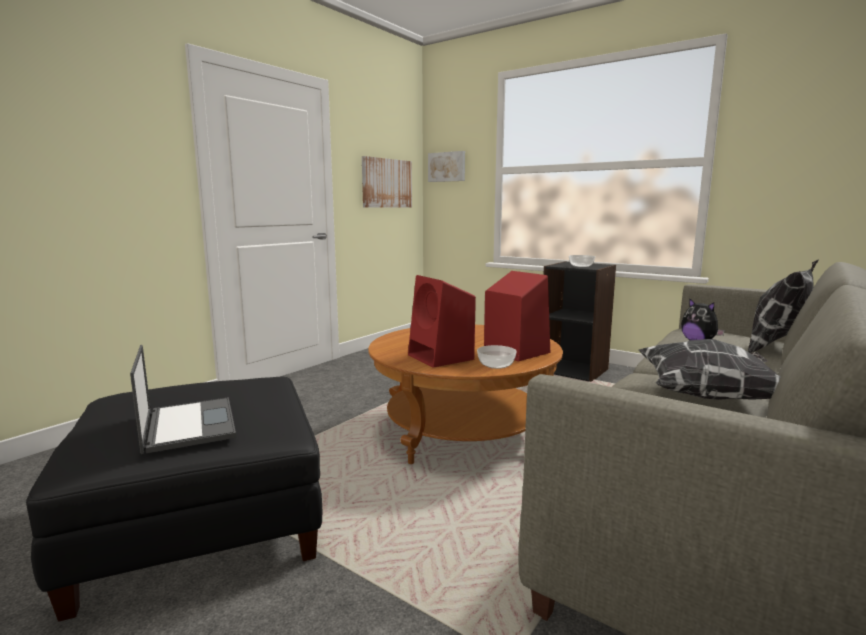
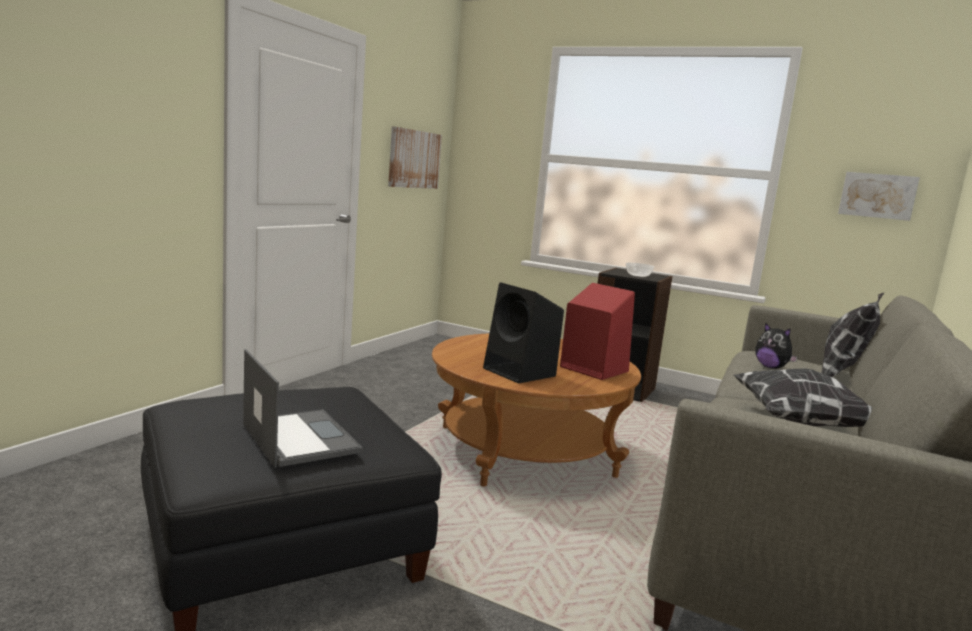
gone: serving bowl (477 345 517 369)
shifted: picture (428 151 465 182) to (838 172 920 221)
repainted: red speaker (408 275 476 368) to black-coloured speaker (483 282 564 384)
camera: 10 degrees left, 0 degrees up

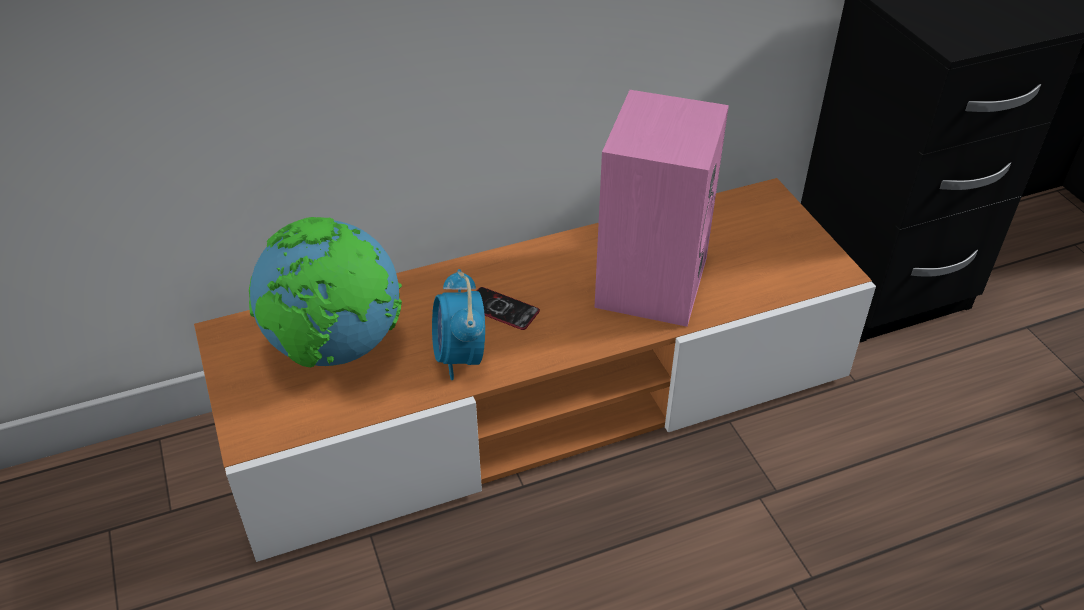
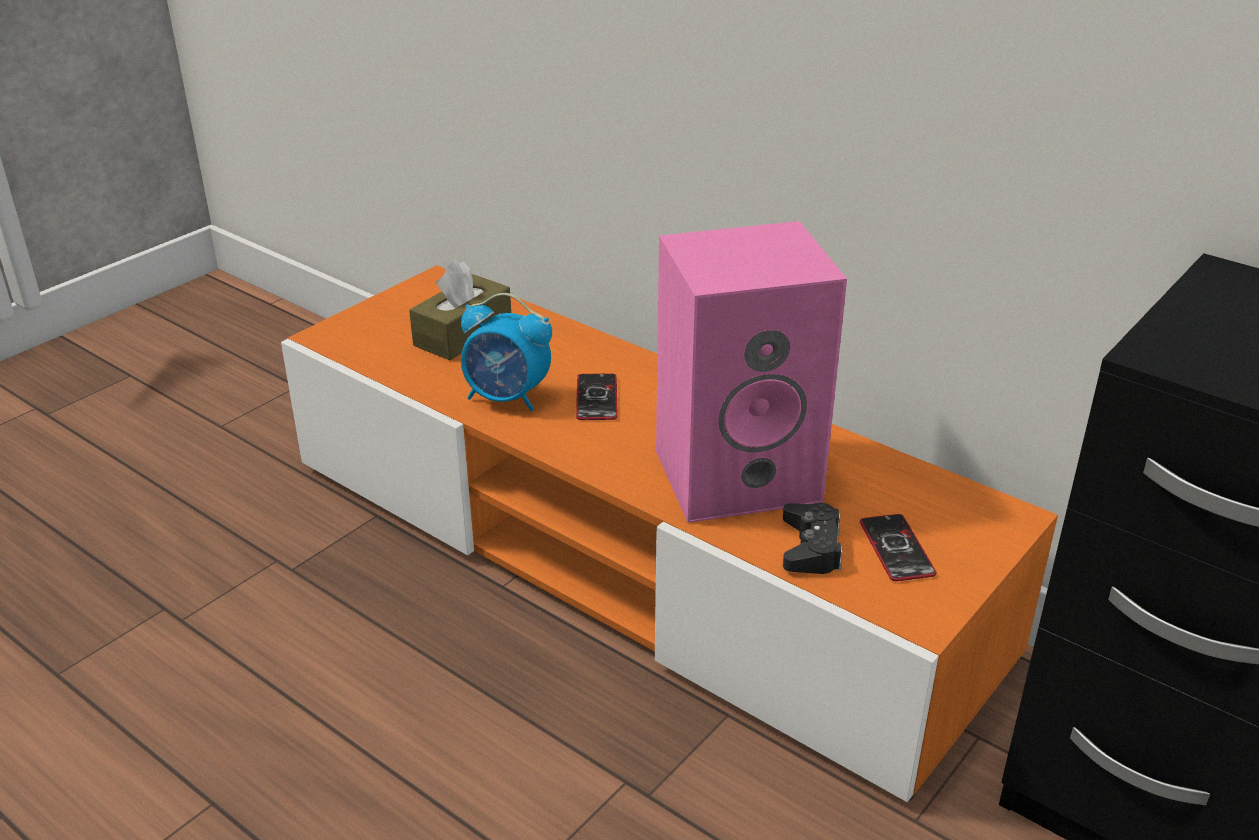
new: black-coloured game controller (783 503 842 574); phone (860 514 936 581)
swapped: world globe (249 217 402 367) to brownish box of tissues (409 260 511 360)
rotated: bedside clock (432 269 485 380) = (461 293 552 411) 120 degrees counterclockwise
camera: 60 degrees right, 10 degrees down

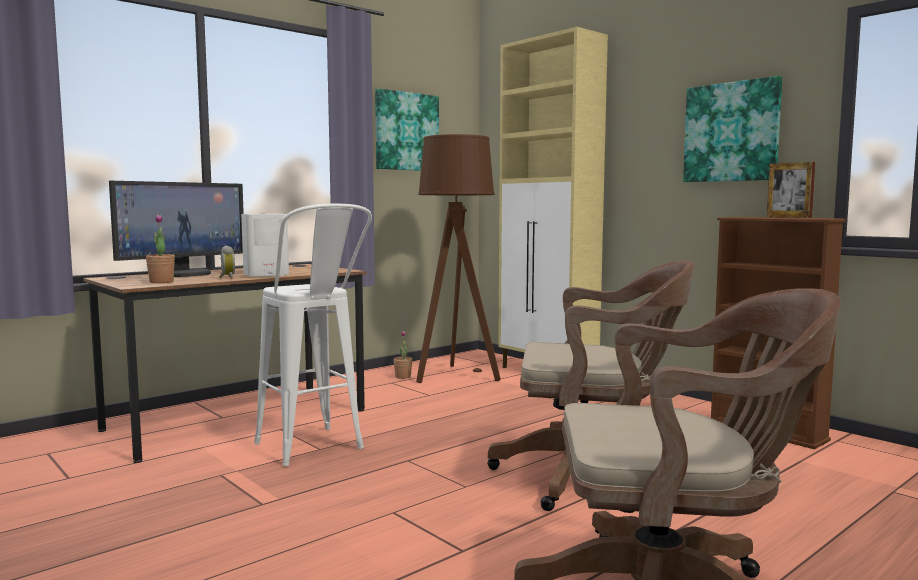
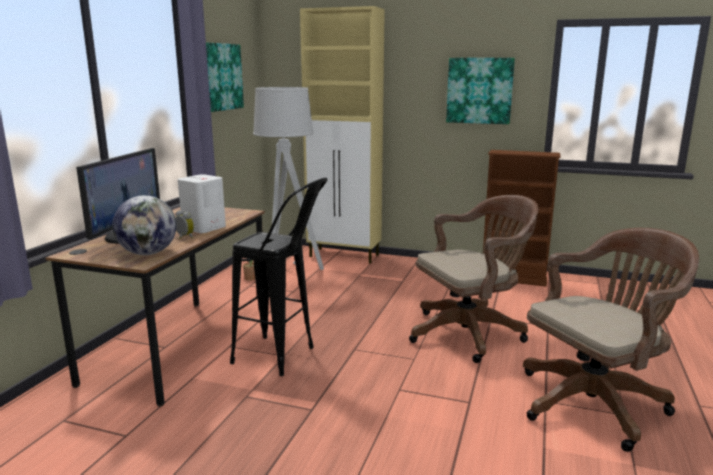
gone: picture frame (767 162 815 218)
swapped: houseplant (146 214 175 283) to world globe (113 195 177 255)
repainted: brownish standing lamp (416 134 501 383) to gray standing lamp (253 87 324 270); whitish sitting stool (254 203 372 466) to black-coloured sitting stool (230 178 327 376)
camera: 30 degrees left, 10 degrees up

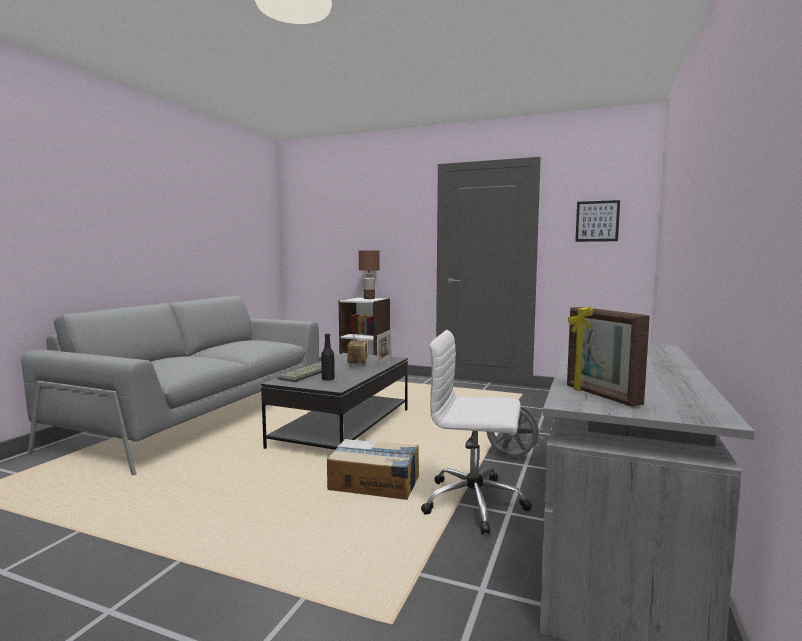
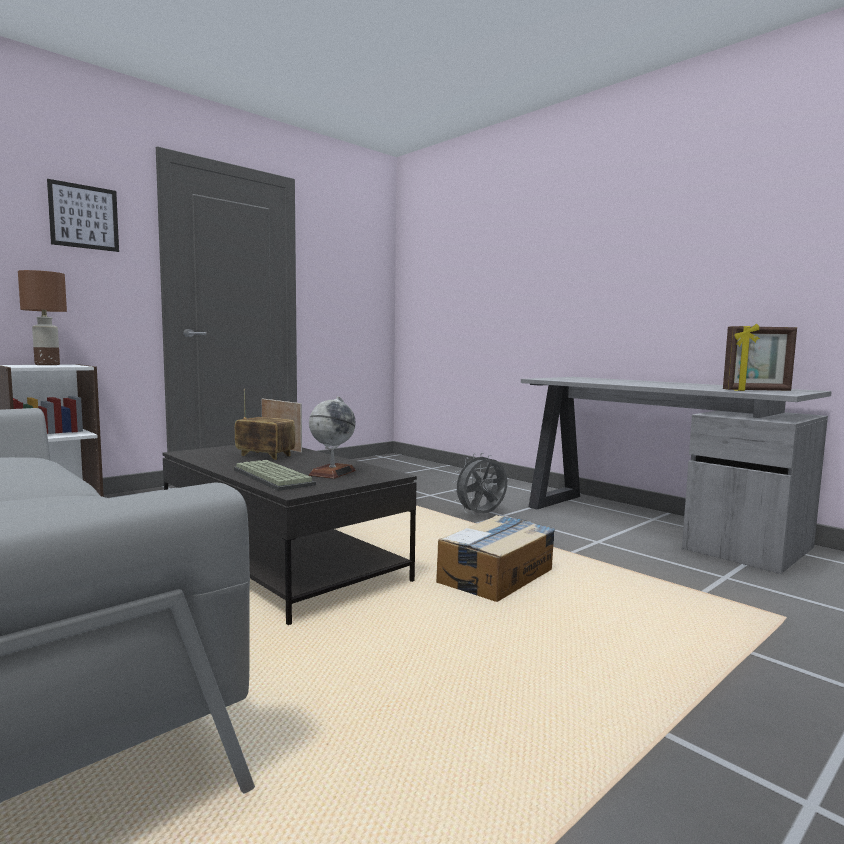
gone: whitish office chair (421 330 532 535)
shifted: picture (575 200 620 242) to (47 179 119 252)
swapped: black-coloured bottle (321 333 335 381) to world globe (309 396 356 479)
camera: 65 degrees left, 0 degrees up

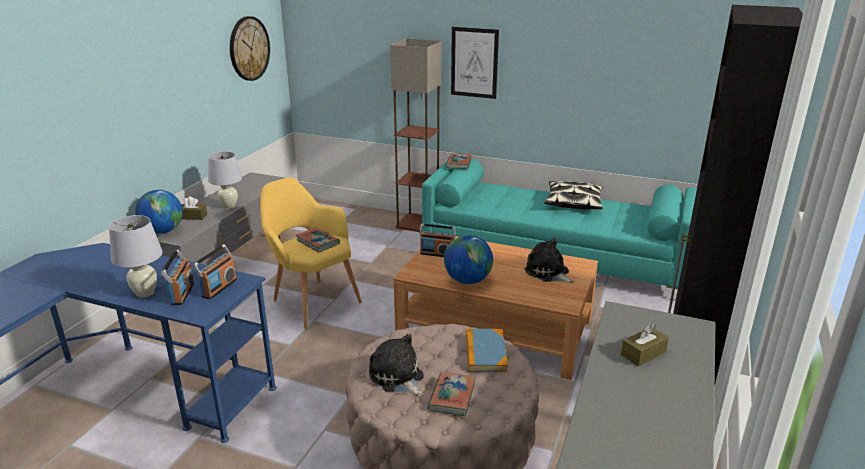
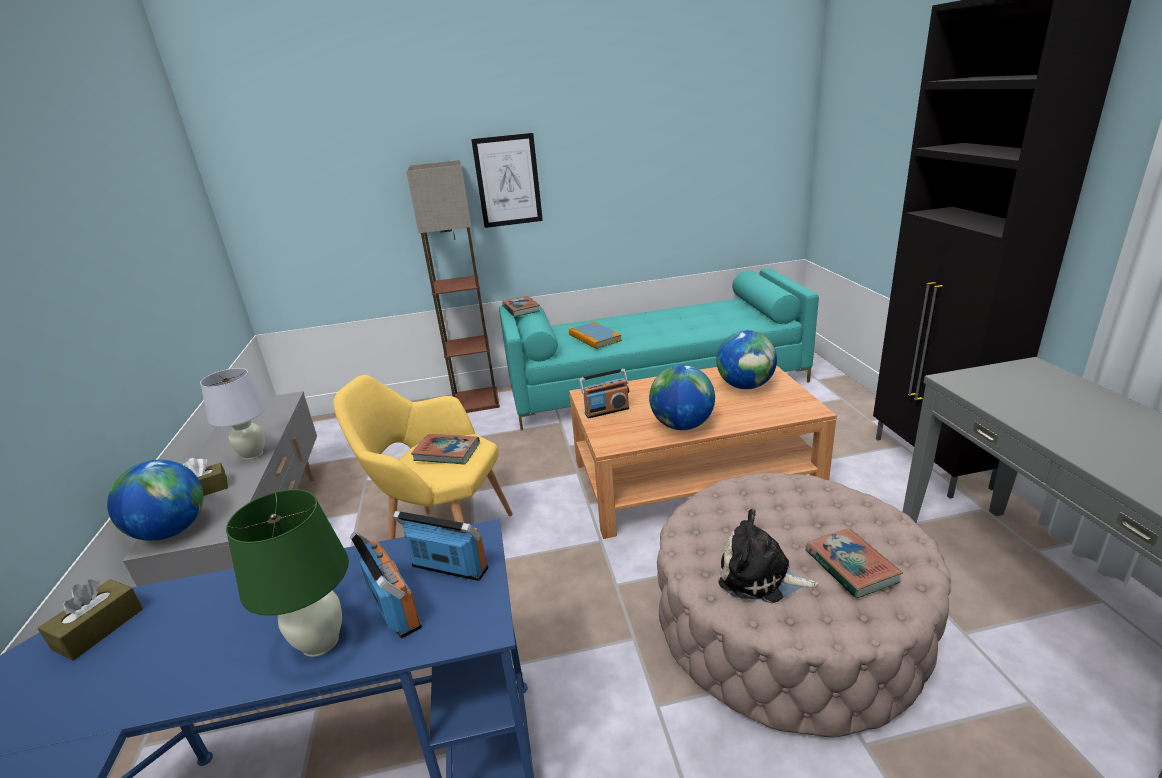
gone: wall clock (230 16 270 81); pillow (544 181 603 209)
shifted: brownish box of tissues (621 324 669 366) to (38 579 143 661); book (466 329 508 372) to (569 322 622 349)
swapped: cuddly toy (525 237 574 283) to world globe (716 330 777 389)
repainted: whitish lamp for a table (109 215 163 298) to greenish lamp for a table (226 489 349 657)
rotated: radio set (192 244 237 299) = (393 511 488 581) 60 degrees counterclockwise
camera: 30 degrees left, 0 degrees up

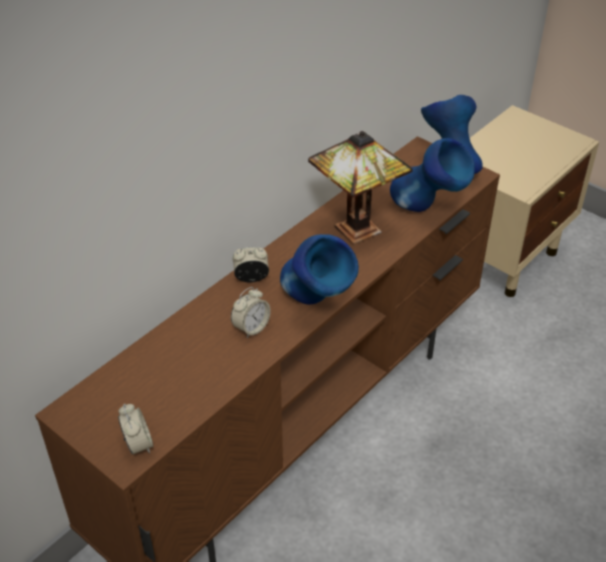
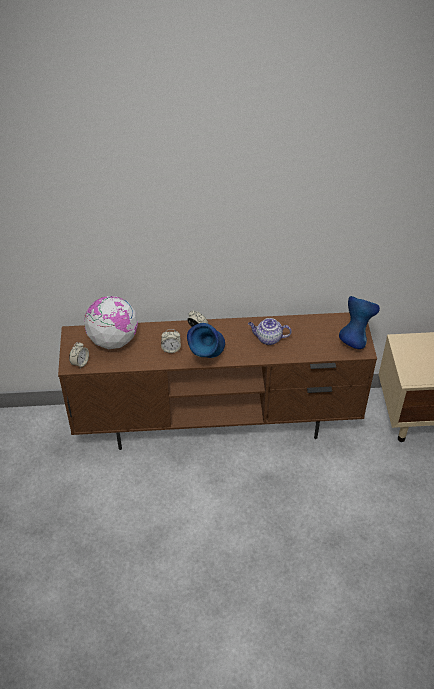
gone: blue decorative vase (390 138 475 212)
new: world globe (84 296 138 349)
swapped: lamp for a table (308 131 413 244) to tea pot (248 318 292 345)
camera: 45 degrees right, 5 degrees up

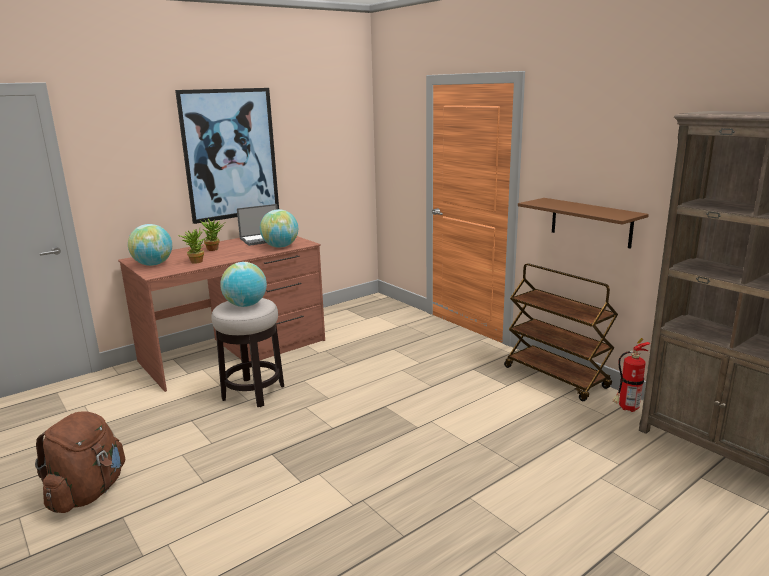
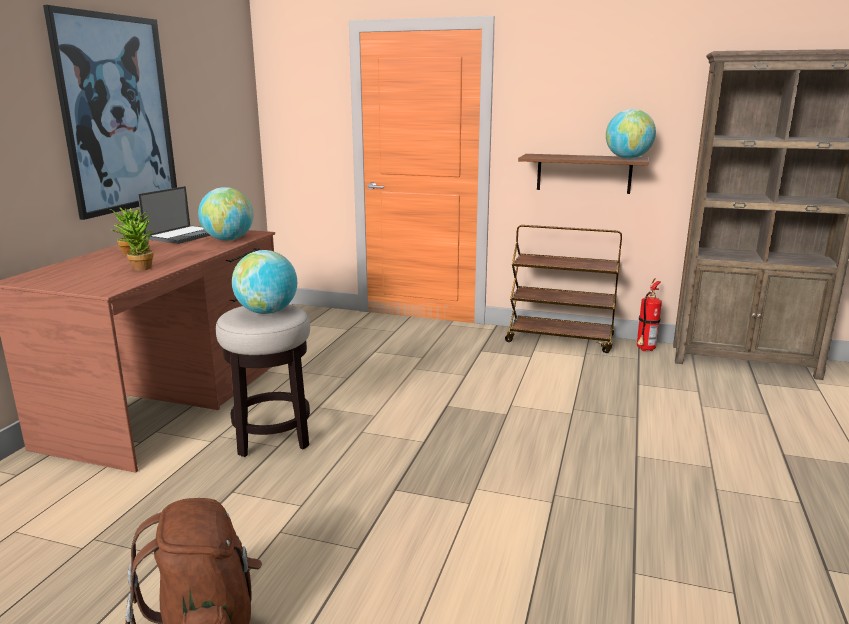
shifted: world globe (128 224 172 266) to (606 109 656 159)
camera: 35 degrees left, 0 degrees up

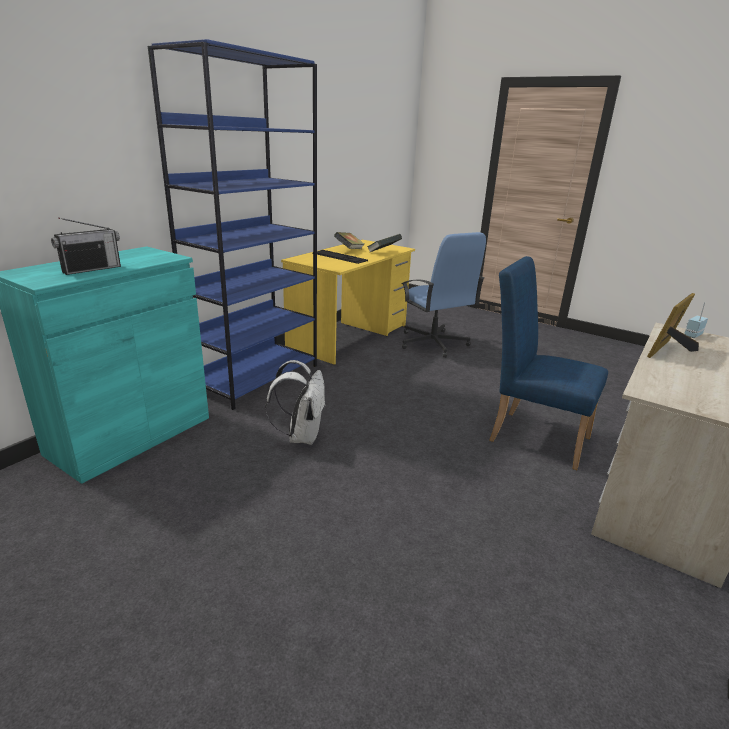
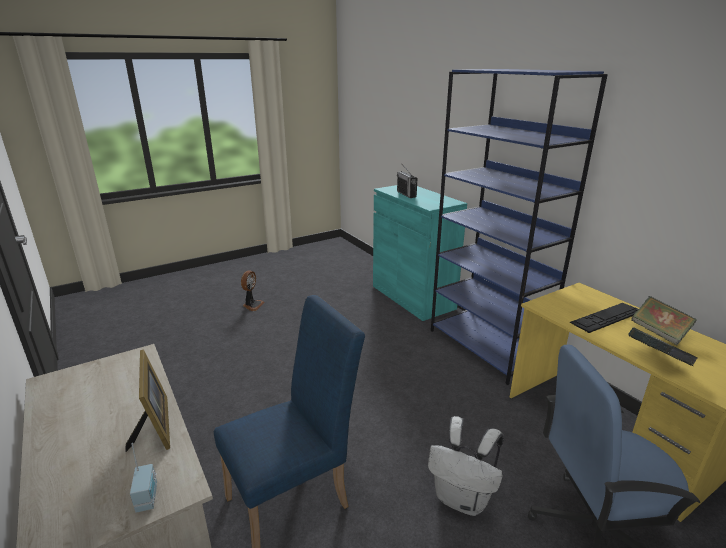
new: cooling fan (241 271 265 311)
shifted: whitish backpack (265 360 326 445) to (428 416 504 516)
camera: 115 degrees right, 0 degrees up

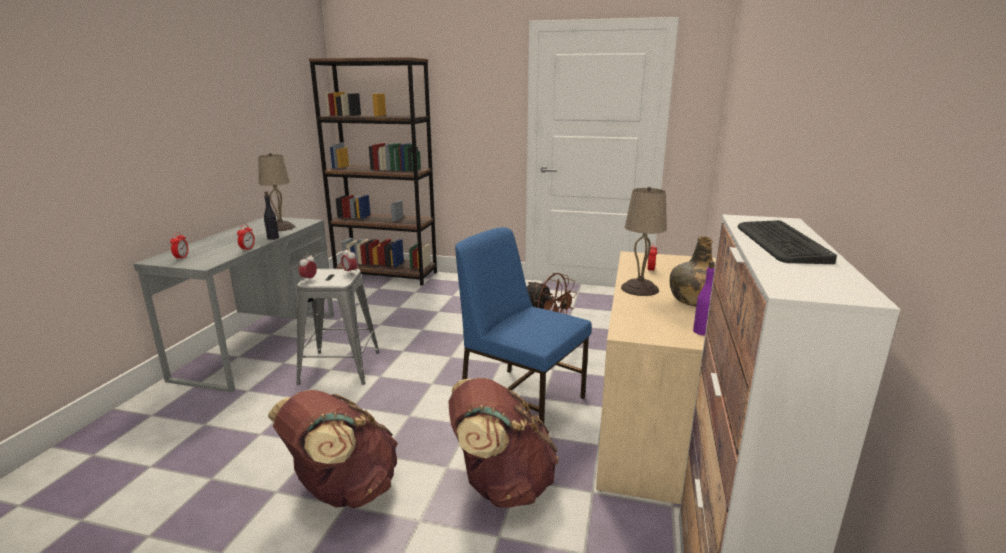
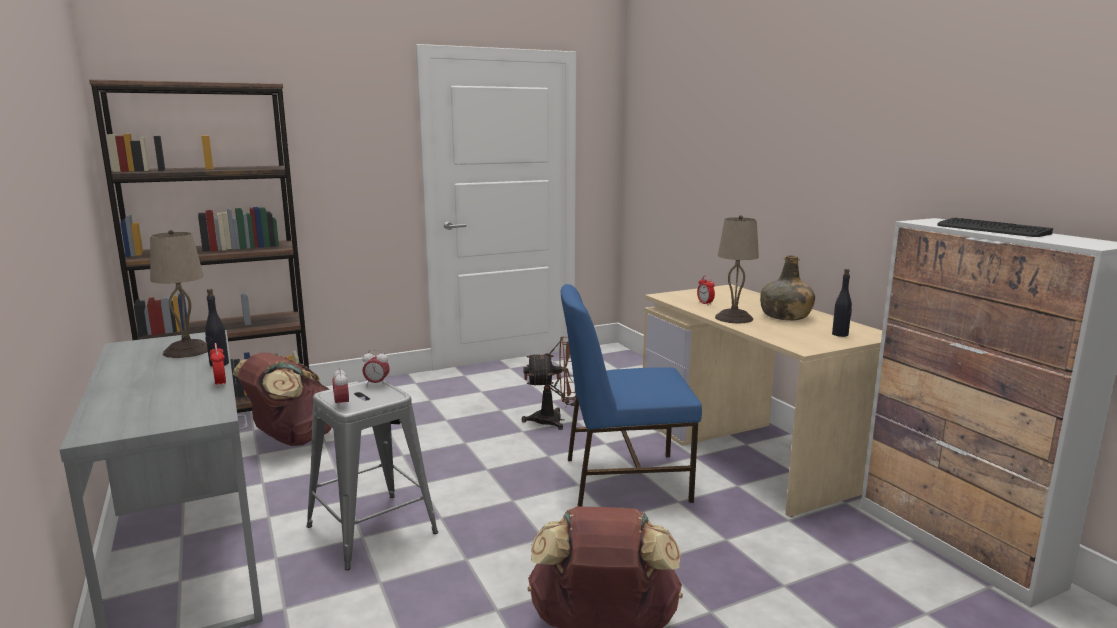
gone: bedside clock (170 232 188 260)
shifted: brownish backpack (448 378 559 508) to (233 353 332 446)
repainted: purplish bottle (693 261 715 335) to black-coloured bottle (832 269 852 337)
camera: 40 degrees left, 5 degrees down

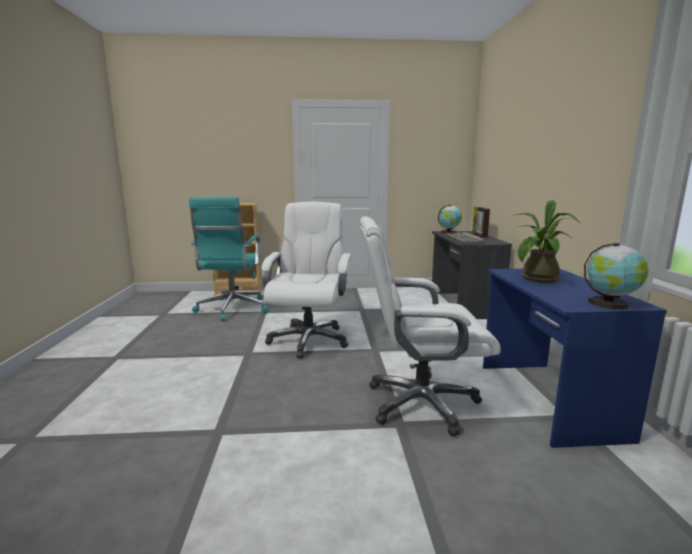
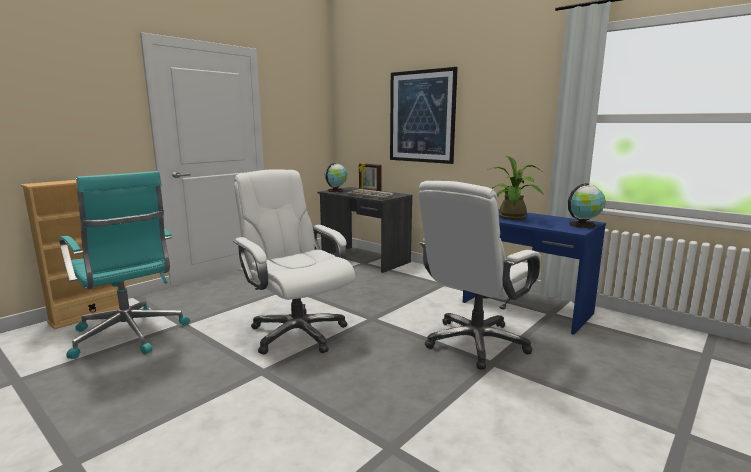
new: picture (390 67 458 164)
camera: 45 degrees left, 0 degrees up

